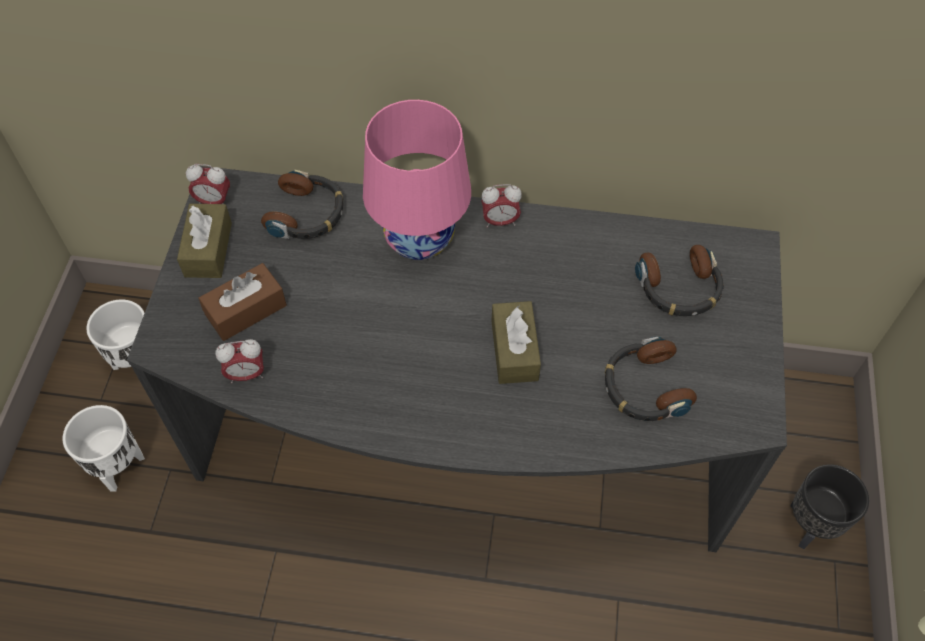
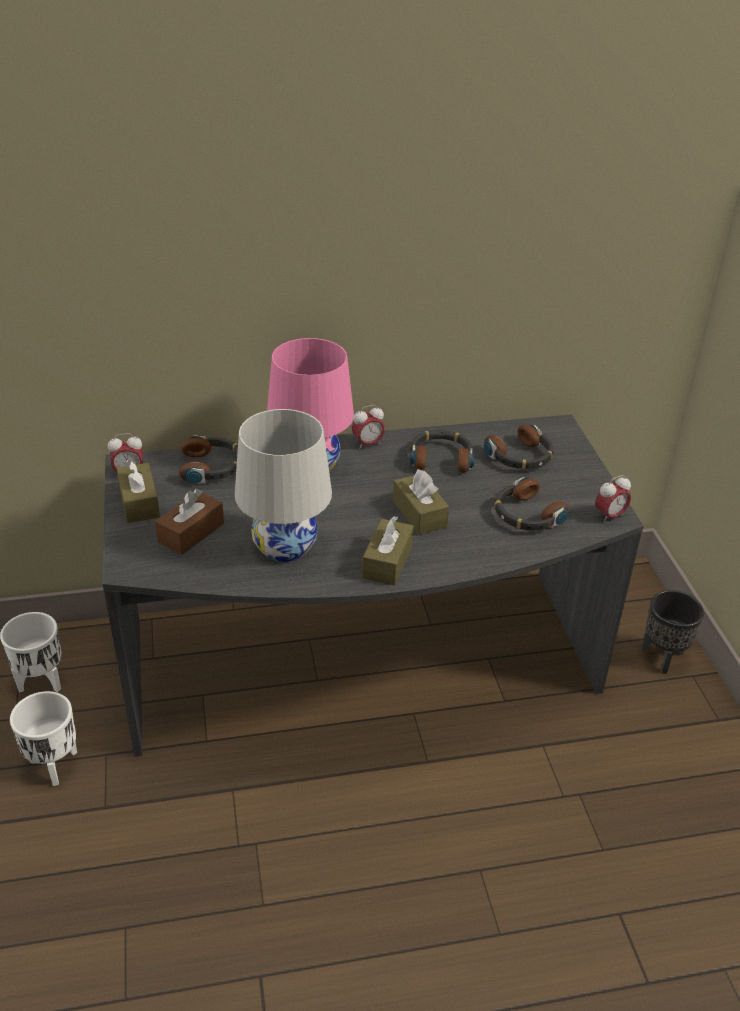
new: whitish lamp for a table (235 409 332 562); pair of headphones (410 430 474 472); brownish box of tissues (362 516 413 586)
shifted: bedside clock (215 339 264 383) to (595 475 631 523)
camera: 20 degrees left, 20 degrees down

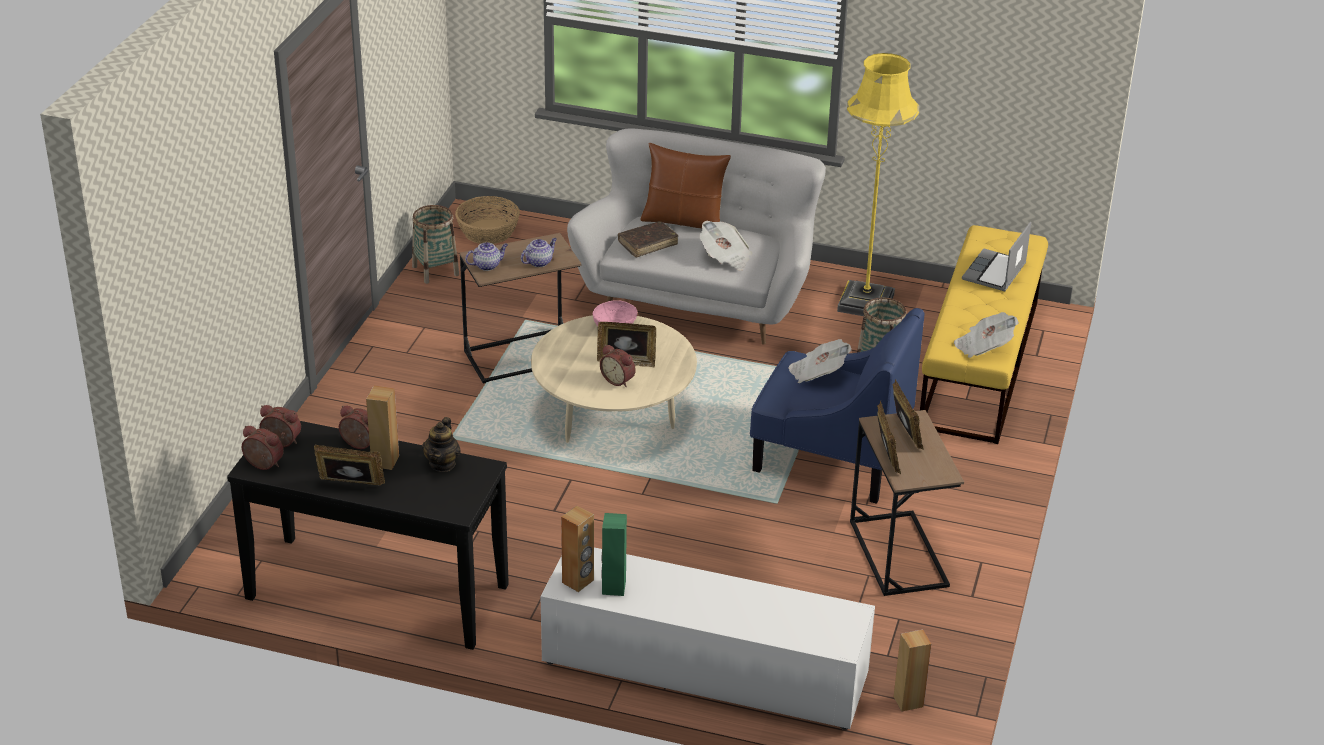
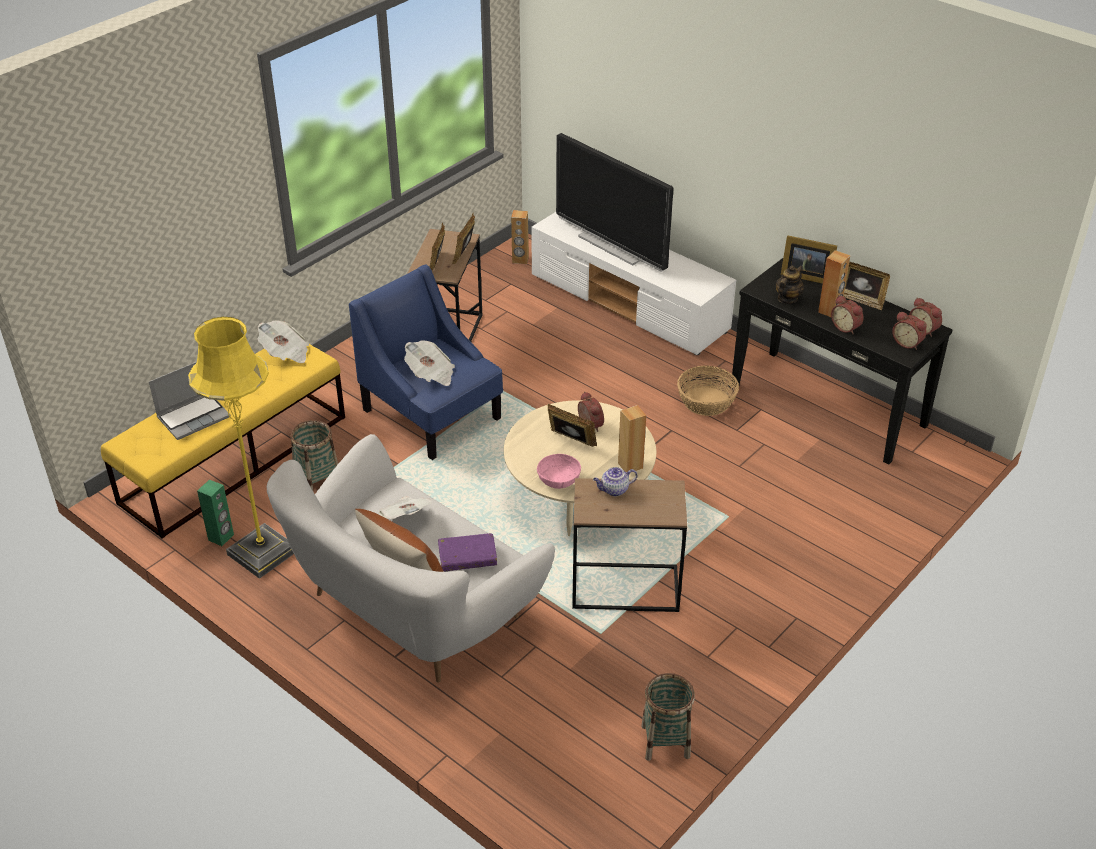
gone: tea pot (465 242 508 271)
new: TV set (556 133 673 272); picture frame (781 235 837 284)
shifted: household basket (455 196 520 244) to (677 366 739 416); brownish speaker (561 506 594 592) to (618 405 646 472); greenish speaker (601 513 627 596) to (197 480 234 546)
repainted: brownish book (618 221 678 257) to purplish book (438 533 497 571)
camera: 155 degrees left, 5 degrees up

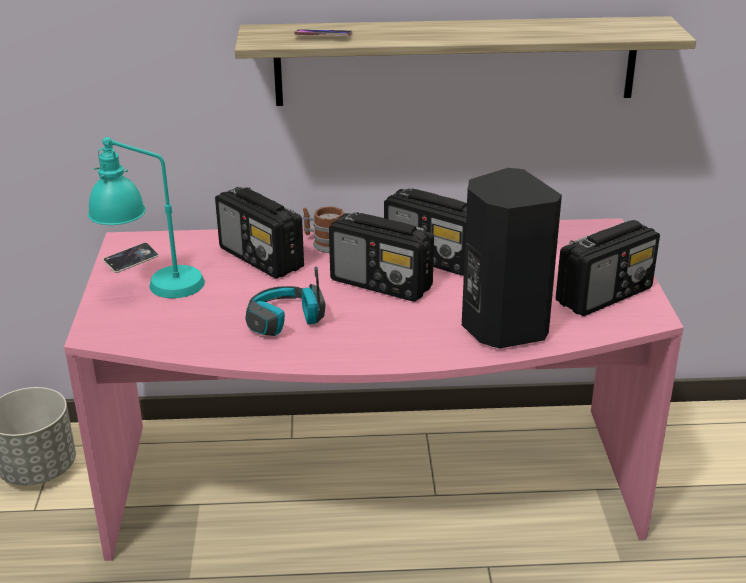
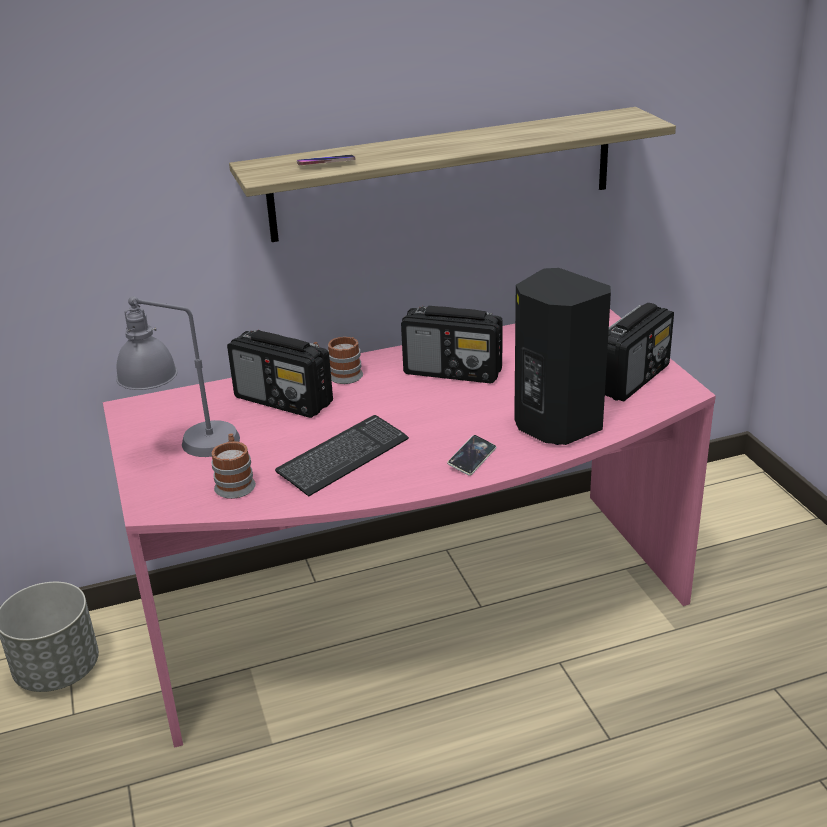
gone: radio set (329 212 434 302)
new: mug (211 433 256 499)
shifted: phone (103 243 159 273) to (447 435 496 476)
swapped: pair of headphones (245 266 325 336) to keyboard (275 415 409 497)
repainted: turquoise-coloured lamp for a table (88 137 205 298) to gray lamp for a table (116 296 240 457)
camera: 15 degrees left, 0 degrees up

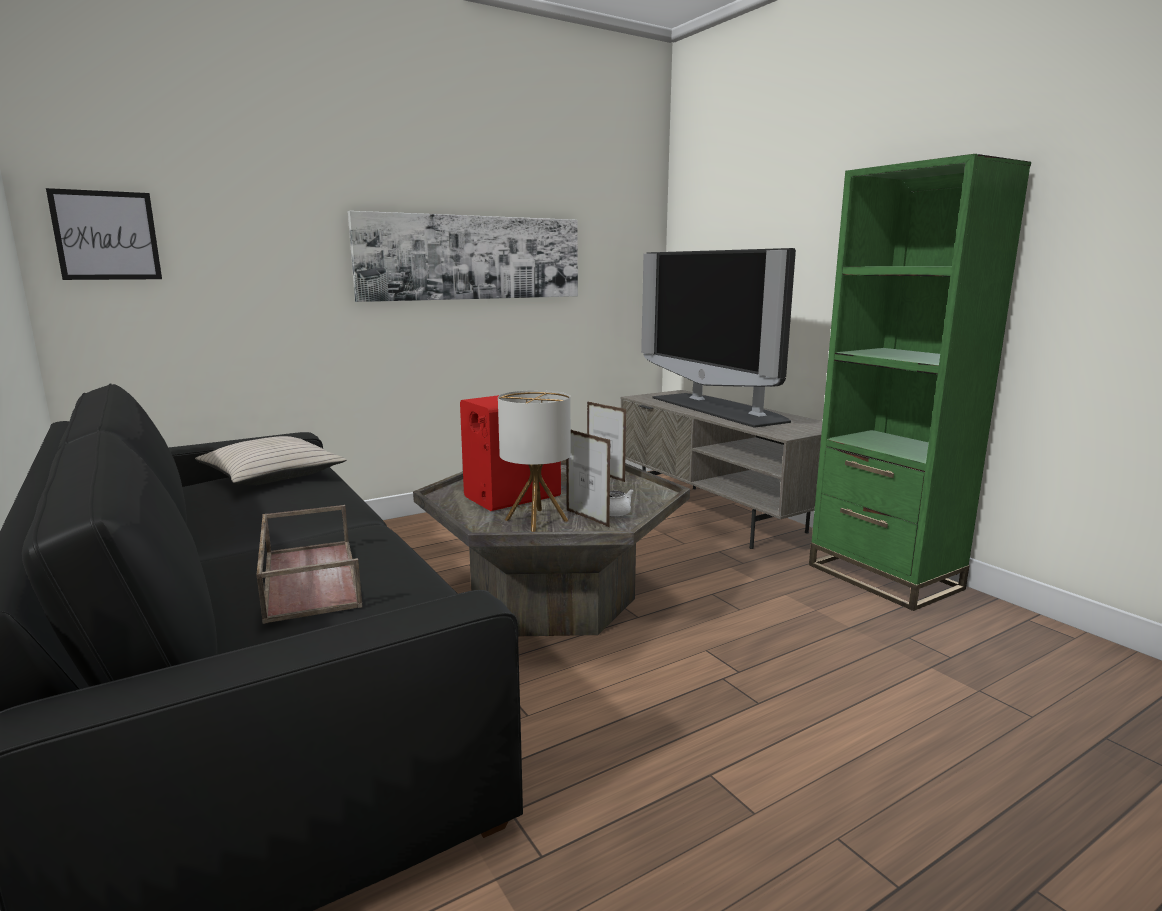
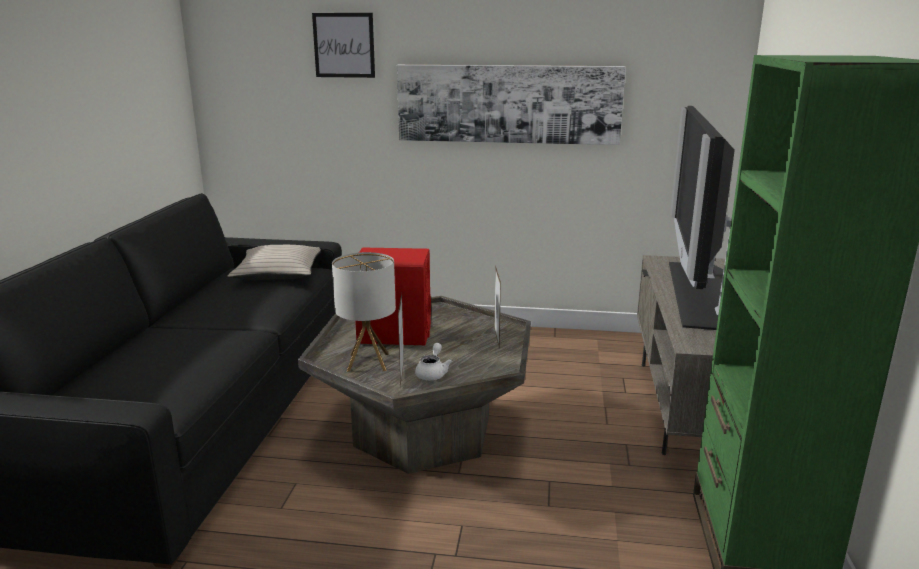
gone: brownish carrying tray (257 505 363 624)
shifted: picture (46 188 162 280) to (312 13 375 78)
camera: 40 degrees right, 5 degrees up

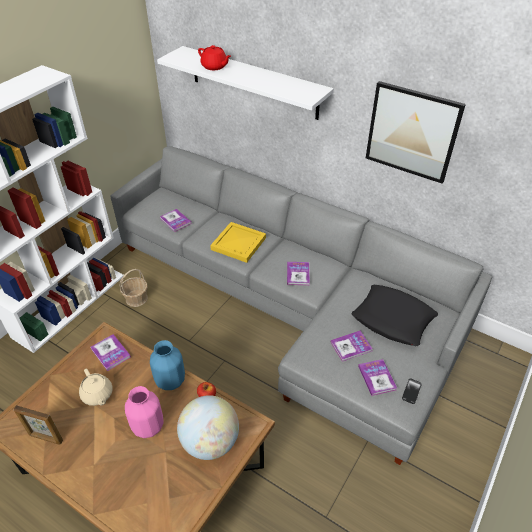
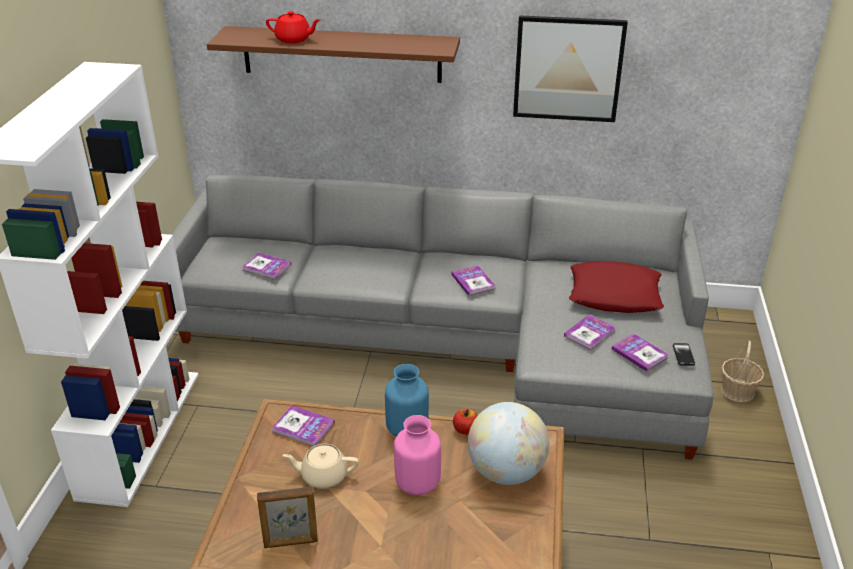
gone: yellowish carrying tray (210 222 266 263)
shifted: household basket (120 269 148 307) to (721 340 764 402)
repainted: whitish wall shelf (157 46 334 120) to brownish wall shelf (207 26 460 83); black-coloured pillow (351 285 438 346) to red pillow (569 261 664 313)
rotated: beige-coloured tea pot (79 369 112 406) = (283 444 359 489) 150 degrees clockwise
camera: 25 degrees left, 10 degrees down

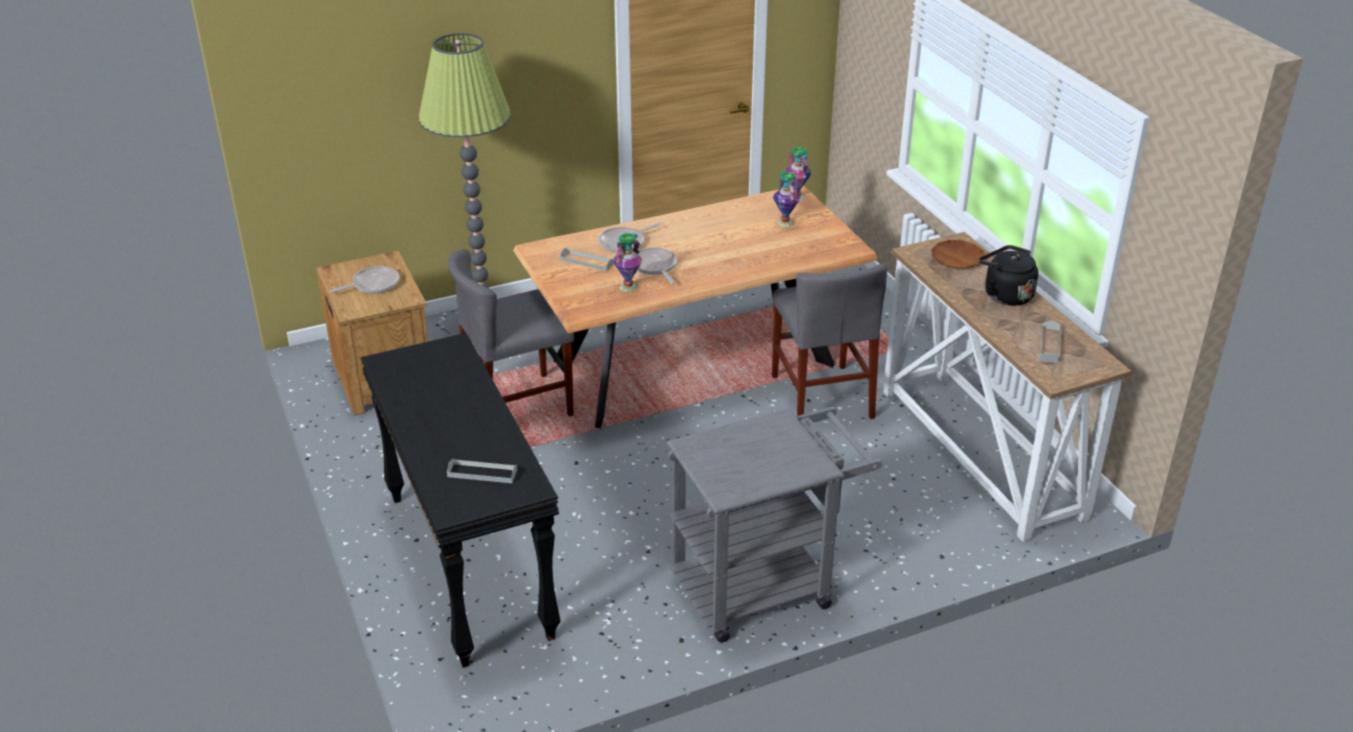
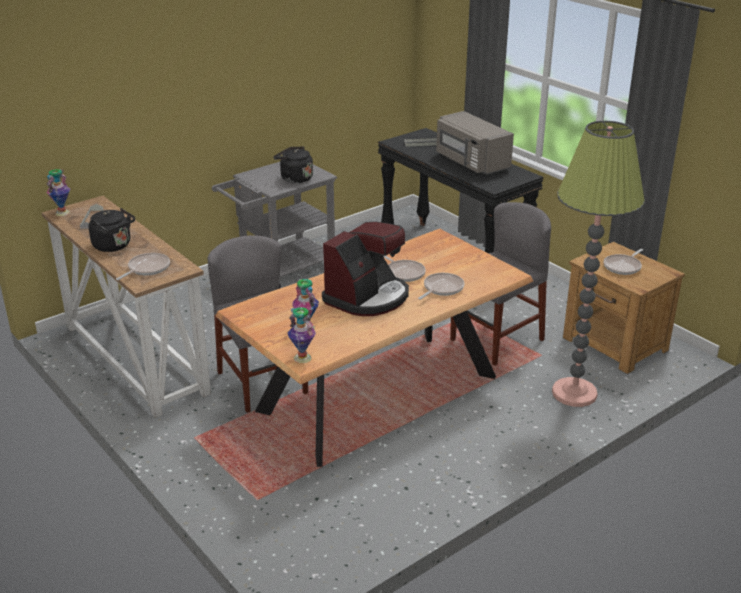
gone: gray carrying tray (560 248 614 271)
new: gray kitchen microwave (436 111 514 175); black-coloured water kettle (273 147 313 183); coffee machine (322 222 409 316)
shifted: decorative vase (613 233 642 292) to (47 169 70 216)
swapped: brownish flat dish (931 240 984 268) to skillet (116 253 170 280)
camera: 165 degrees right, 5 degrees down

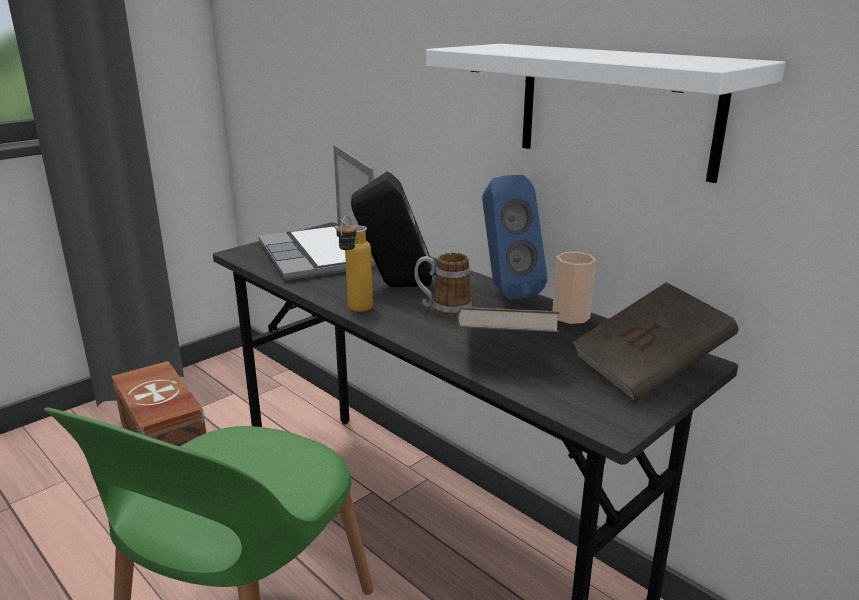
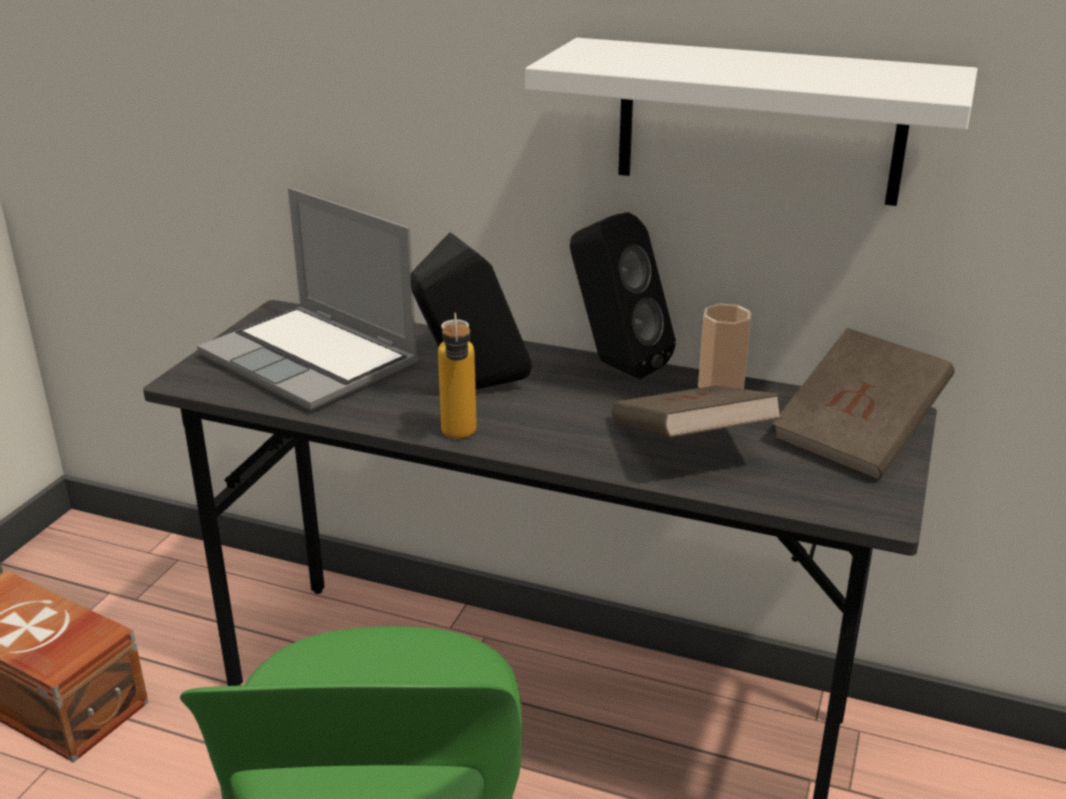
gone: mug (414 253 472 317)
repainted: blue speaker (482 175 547 300) to black-coloured speaker (570 212 676 379)
camera: 25 degrees left, 5 degrees up

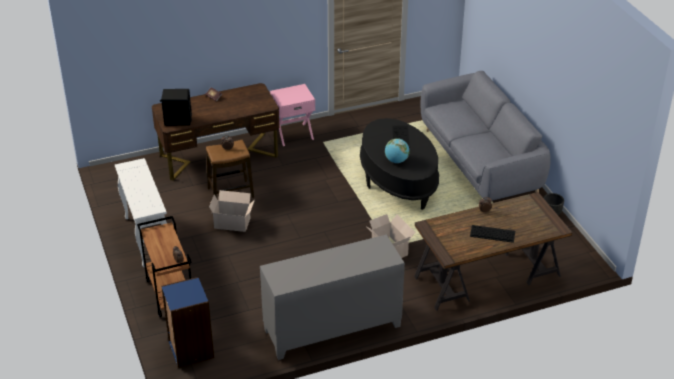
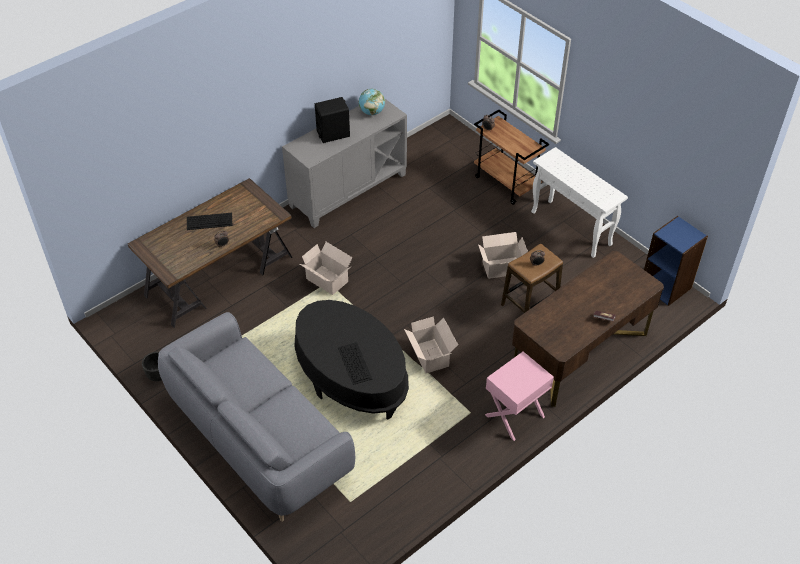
new: carton (404 316 458 373)
shifted: black-coloured speaker (160 89 192 126) to (315 97 350 143); world globe (385 138 410 163) to (359 89 385 115); blue bookcase (161 277 214 368) to (644 216 708 306)
camera: 160 degrees right, 10 degrees up

